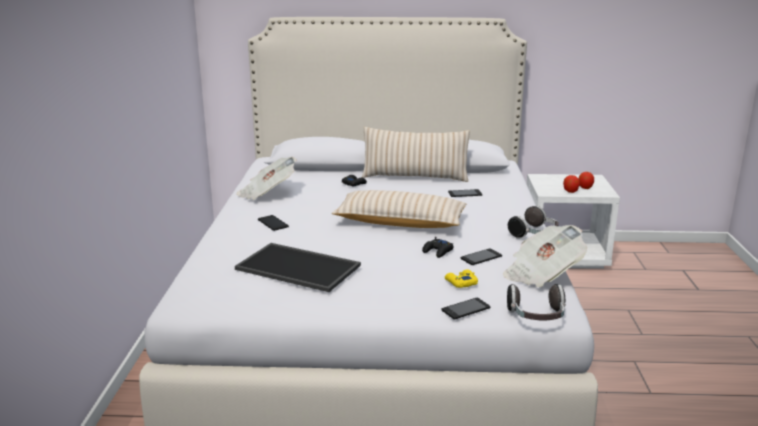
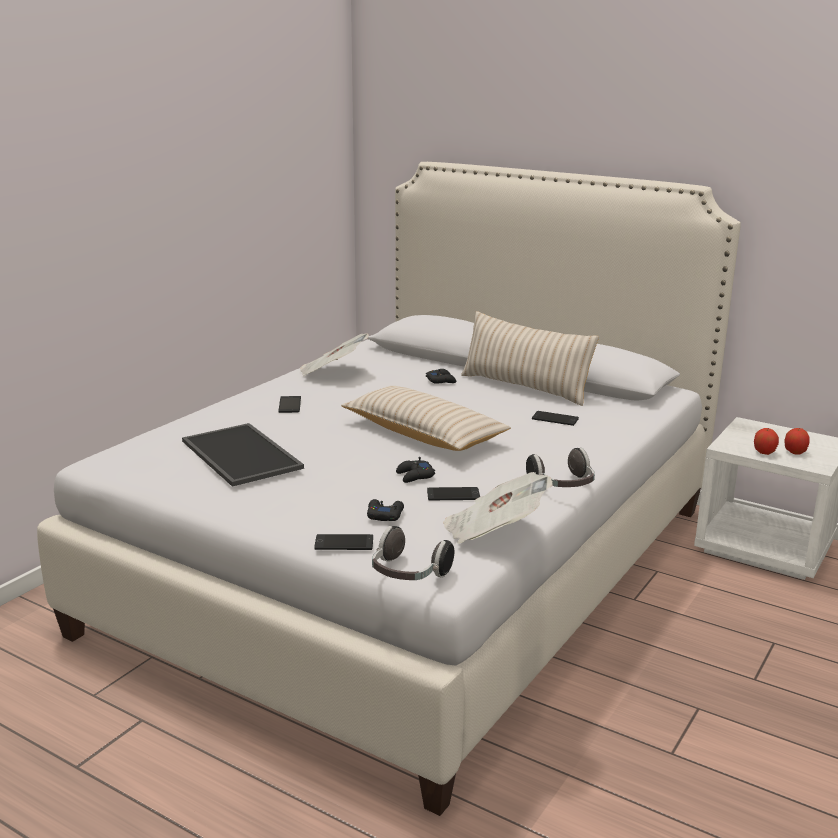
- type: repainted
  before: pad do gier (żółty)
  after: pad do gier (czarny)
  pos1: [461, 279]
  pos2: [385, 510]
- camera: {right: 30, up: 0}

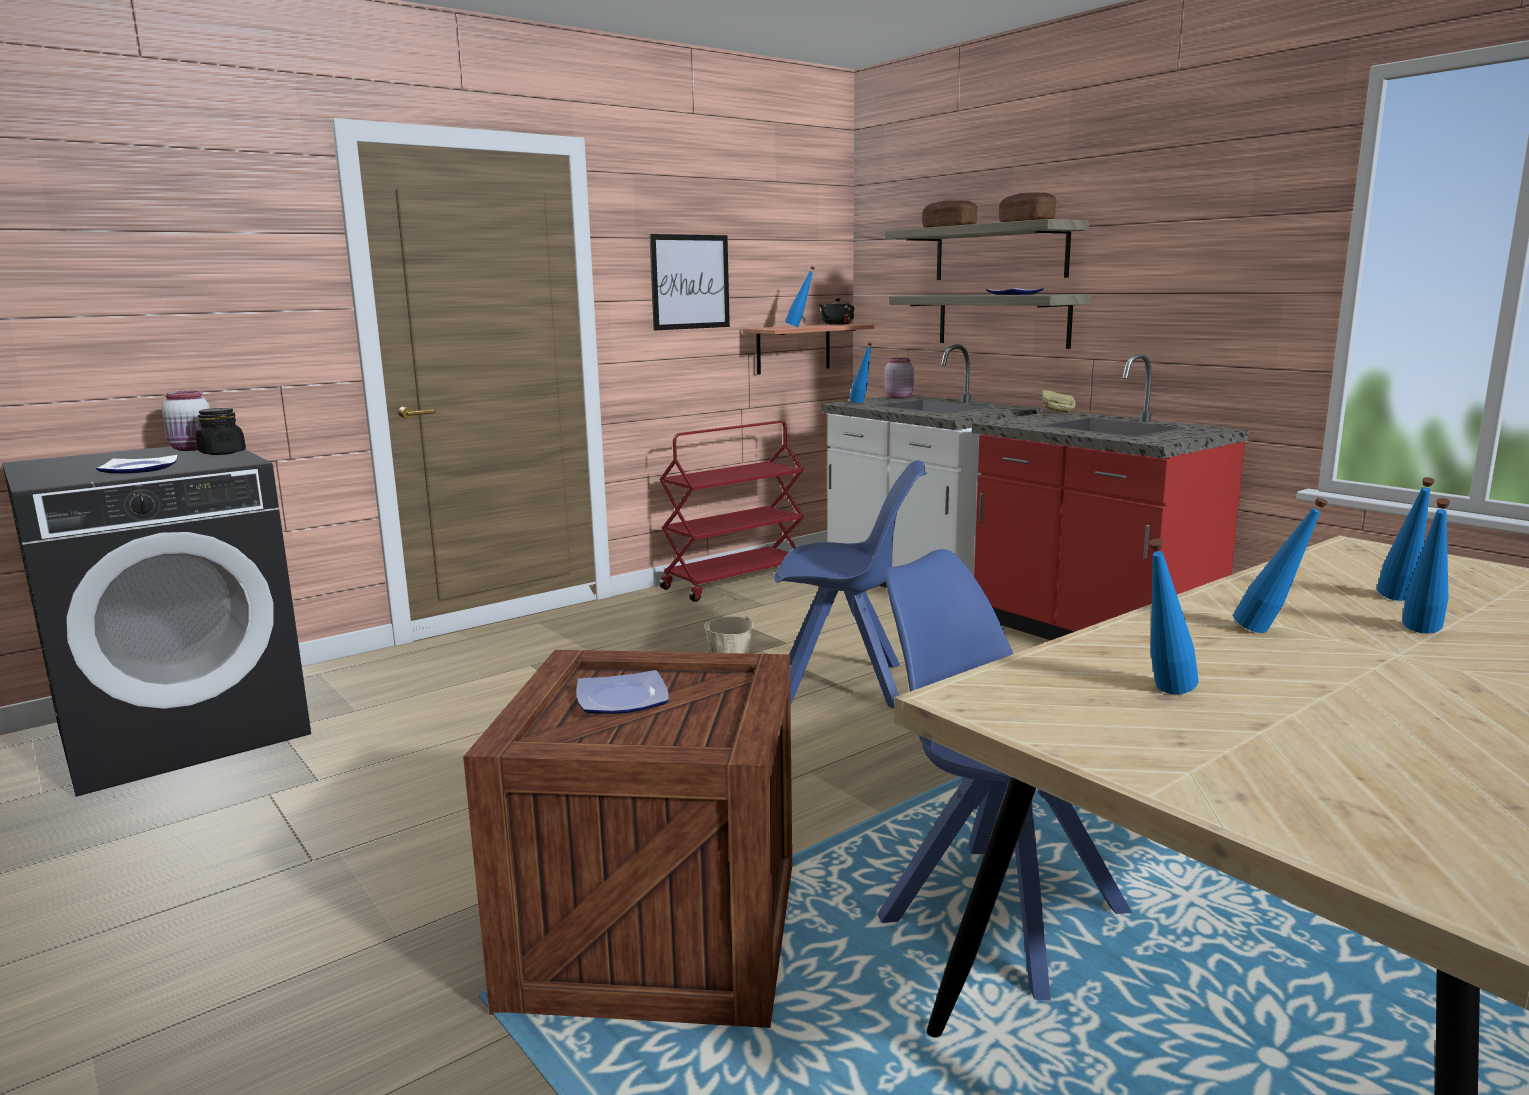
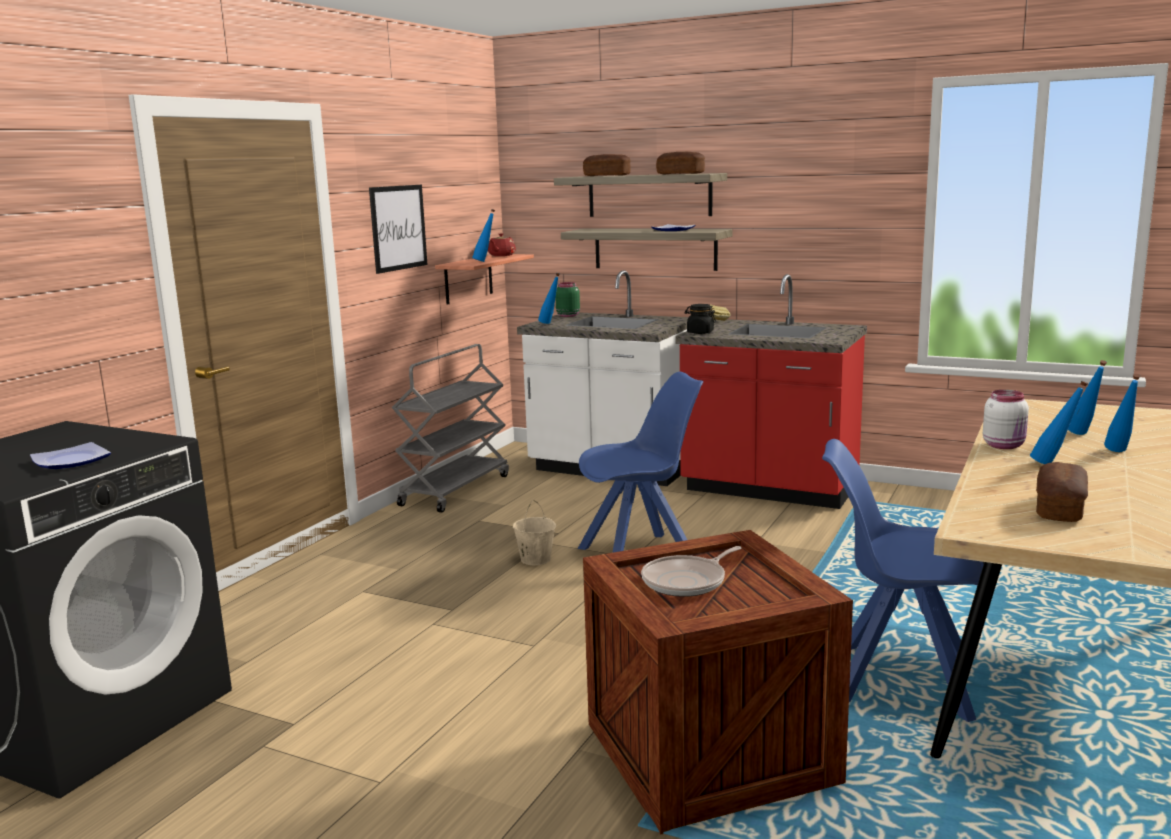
- type: shifted
  before: słoik (biały)
  pos1: [186, 421]
  pos2: [1006, 419]
- type: shifted
  before: słoik (czarny)
  pos1: [221, 431]
  pos2: [700, 319]
- type: swapped
  before: talerz
  after: patelnia
  pos1: [622, 692]
  pos2: [691, 571]
- type: swapped
  before: butelka (niebieski)
  after: chleb
  pos1: [1173, 616]
  pos2: [1062, 492]
- type: repainted
  before: wózek (czerwony)
  after: wózek (szary)
  pos1: [731, 511]
  pos2: [450, 428]
- type: repainted
  before: imbryk (czarny)
  after: imbryk (czerwony)
  pos1: [837, 311]
  pos2: [502, 244]
- type: repainted
  before: słoik (różowy)
  after: słoik (zielony)
  pos1: [899, 378]
  pos2: [567, 299]
- camera: {right: -25, up: 0}

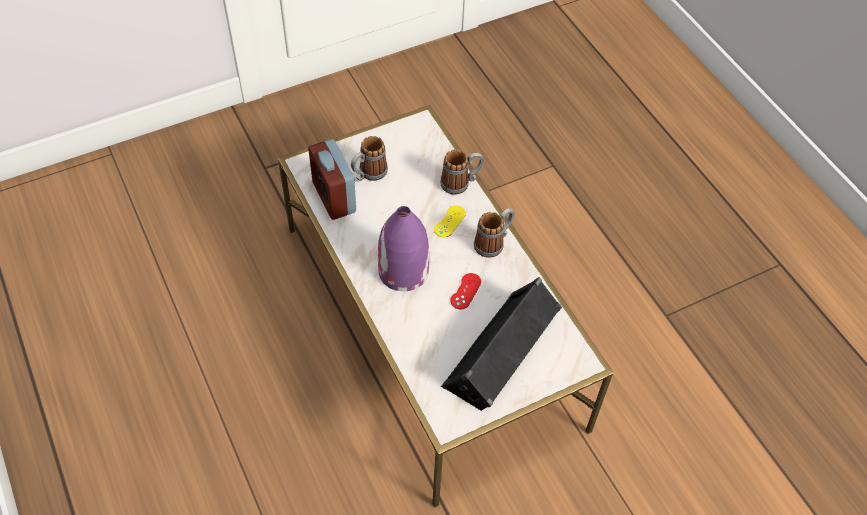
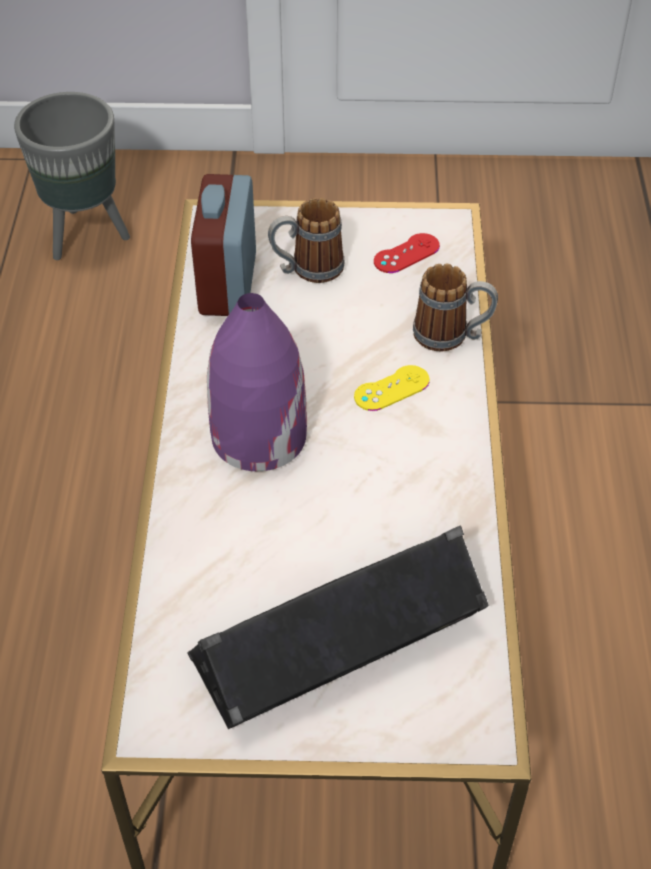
- type: gone
  before: kubek
  pos1: [494, 233]
- type: new
  after: donica (szary)
  pos2: [72, 176]
- type: shifted
  before: pad do gier (czerwony)
  pos1: [465, 291]
  pos2: [407, 253]
- camera: {right: 30, up: -5}

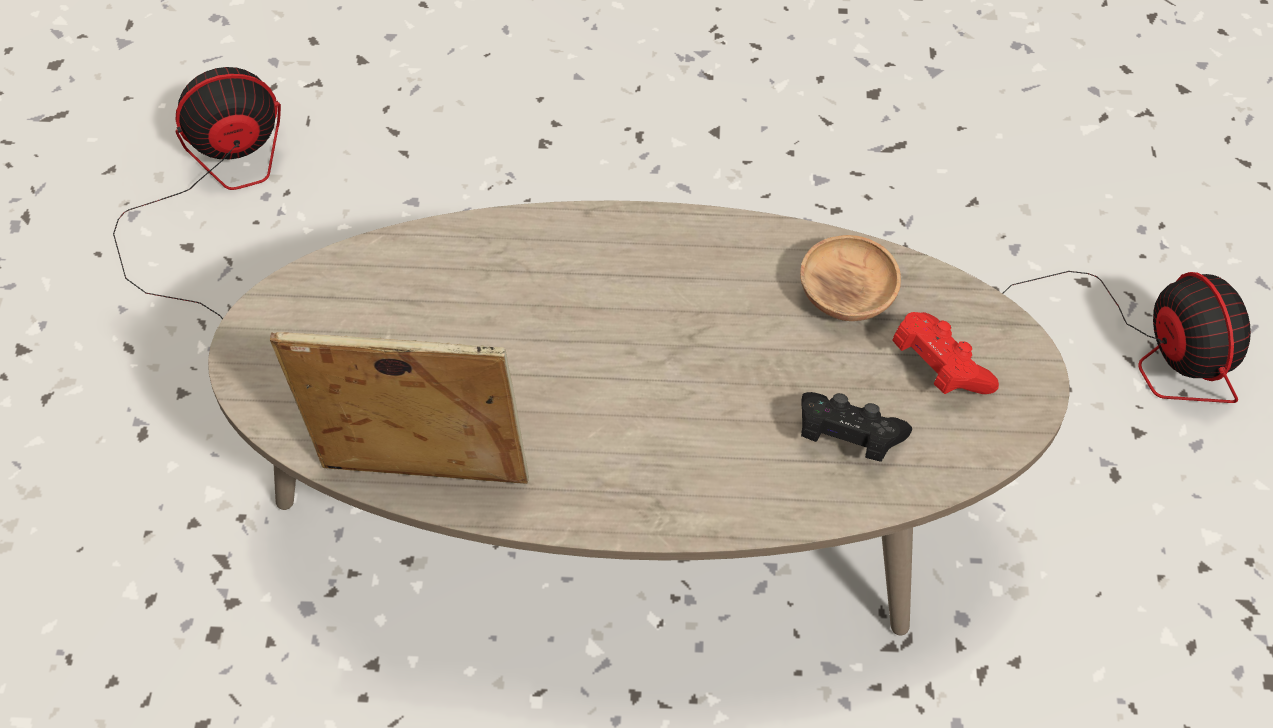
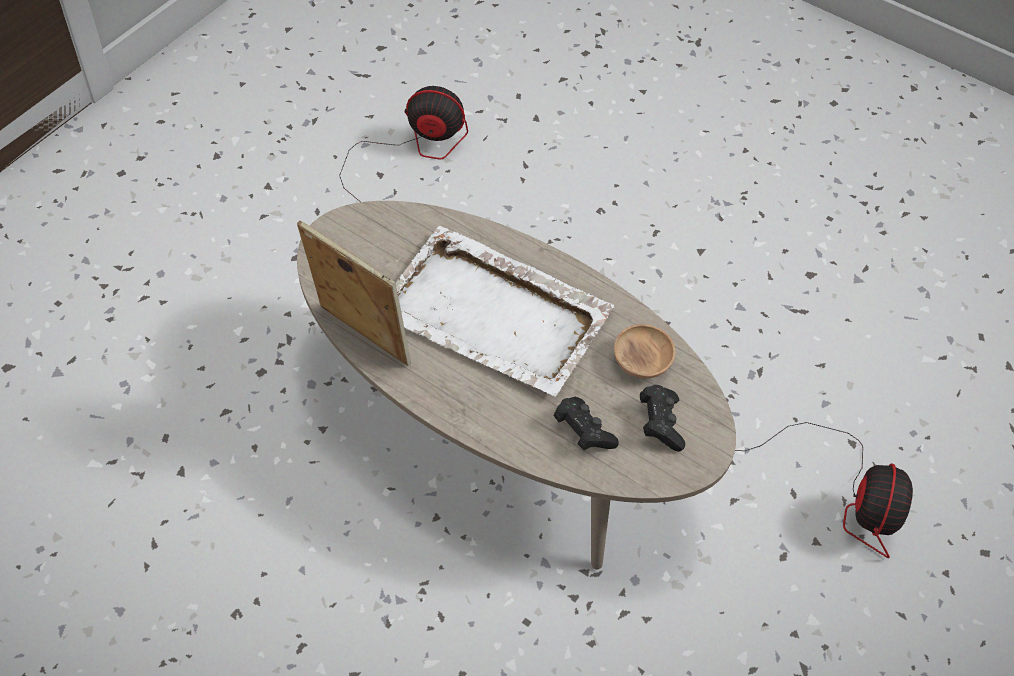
- type: new
  after: taca (biały)
  pos2: [505, 311]
- type: repainted
  before: pad do gier (czerwony)
  after: pad do gier (czarny)
  pos1: [945, 353]
  pos2: [662, 418]
- camera: {right: 30, up: 0}

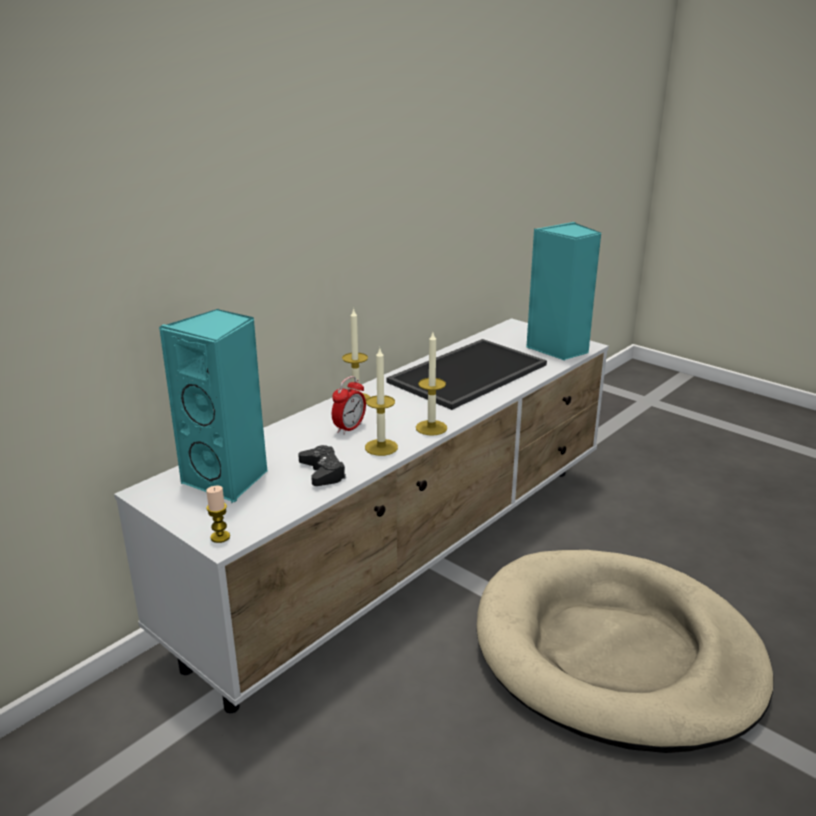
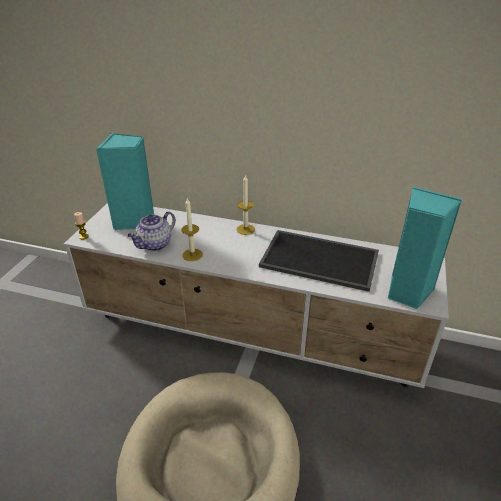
- type: gone
  before: budzik
  pos1: [349, 405]
- type: gone
  before: świeca
  pos1: [431, 384]
- type: swapped
  before: pad do gier (czarny)
  after: imbryk
  pos1: [322, 465]
  pos2: [151, 231]
- camera: {right: 65, up: 10}

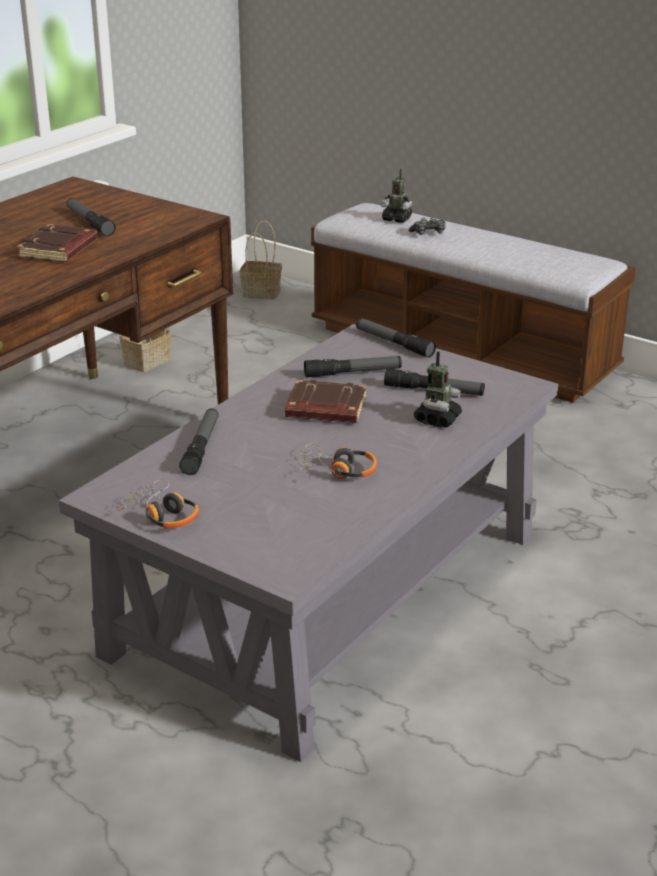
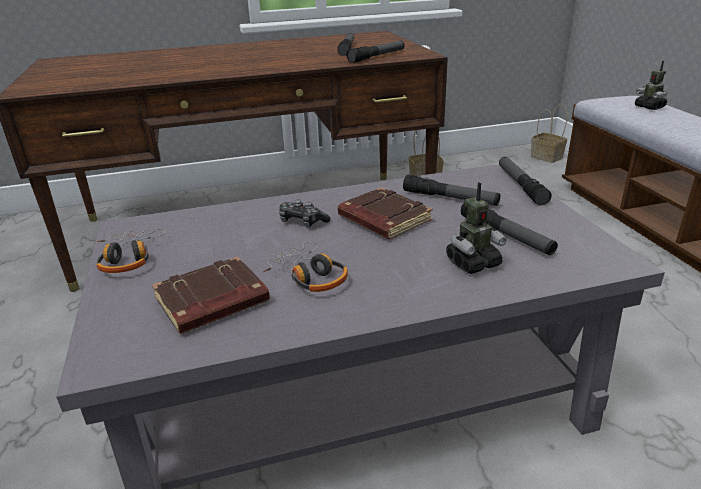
- type: shifted
  before: książka (brązowy)
  pos1: [57, 243]
  pos2: [211, 295]
- type: shifted
  before: latarka
  pos1: [198, 442]
  pos2: [376, 51]
- type: shifted
  before: pad do gier
  pos1: [427, 226]
  pos2: [305, 213]
- camera: {right: 40, up: 0}

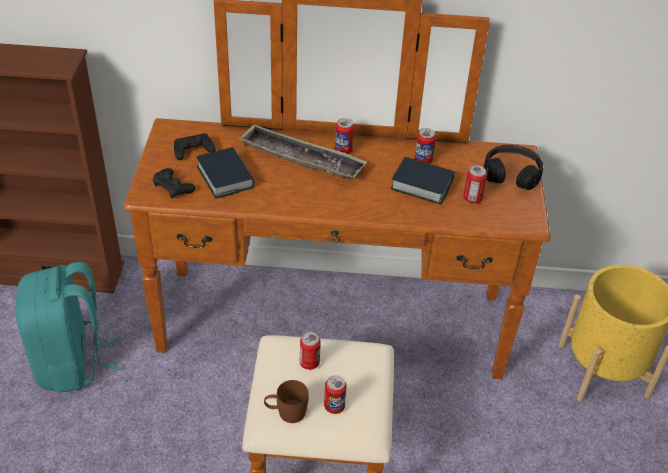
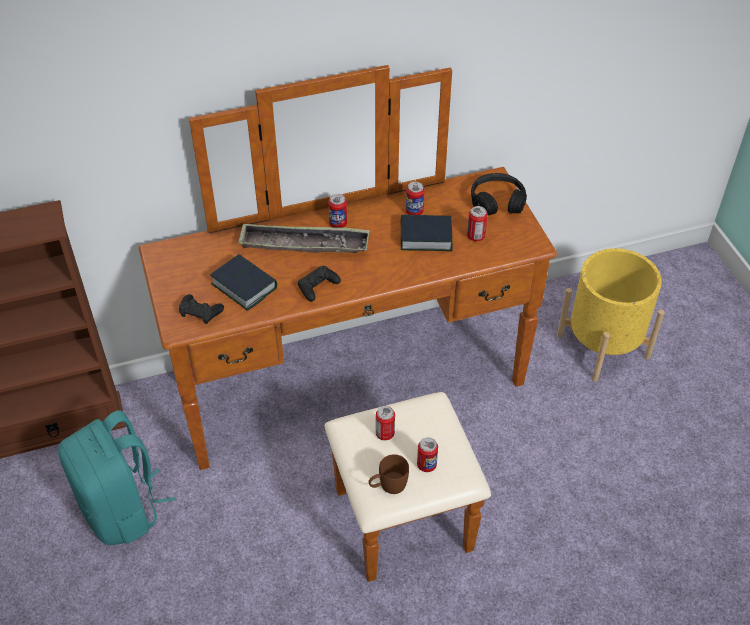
- type: shifted
  before: pad do gier (czarny)
  pos1: [195, 146]
  pos2: [319, 284]
- camera: {right: -20, up: 5}

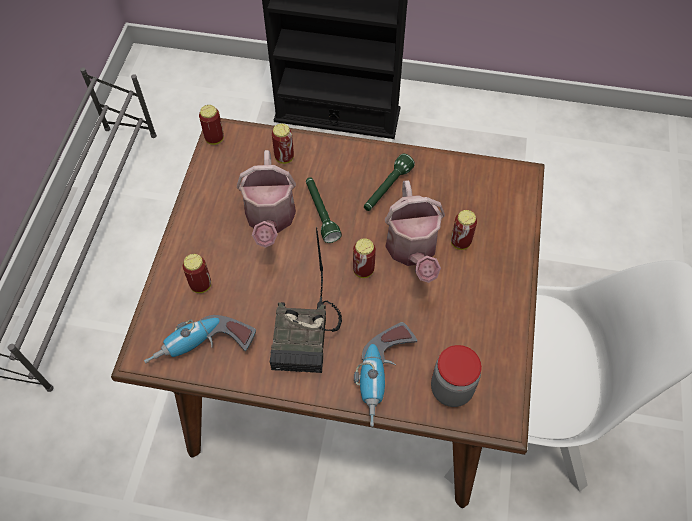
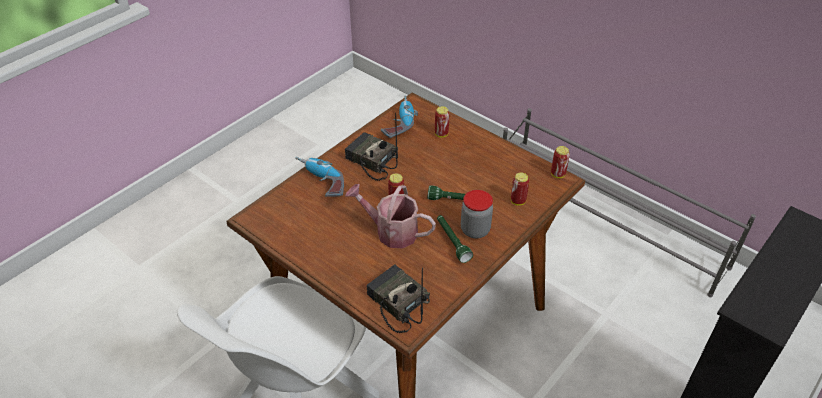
- type: gone
  before: konewka
  pos1: [266, 199]
- type: gone
  before: puszka
  pos1: [464, 230]
- type: new
  after: radio
  pos2: [398, 298]
- type: shifted
  before: słoik
  pos1: [456, 376]
  pos2: [477, 214]
- camera: {right: 120, up: -15}

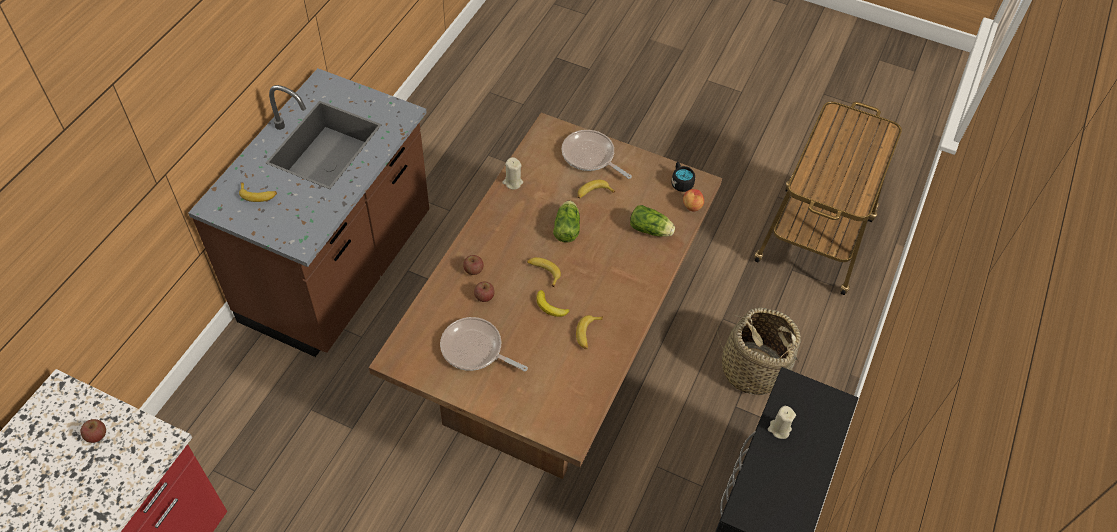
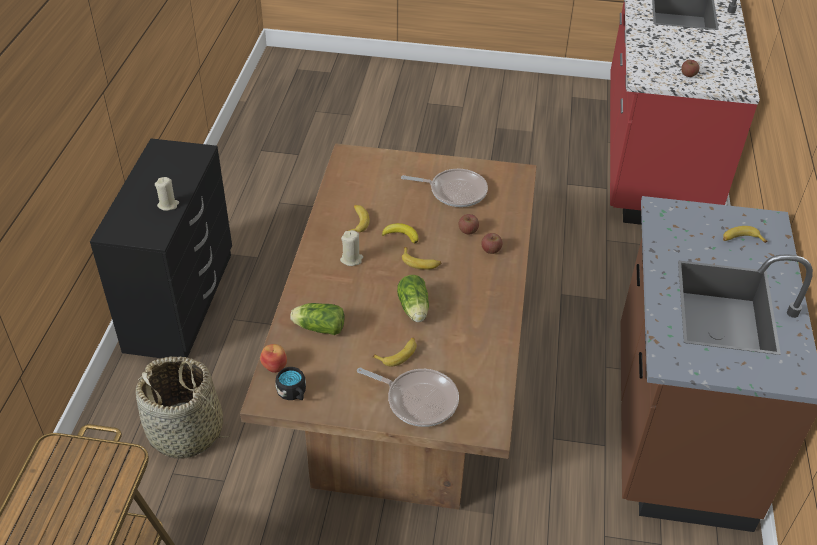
- type: shifted
  before: świeca (beżowy)
  pos1: [512, 173]
  pos2: [351, 248]
- camera: {right: 165, up: -10}

